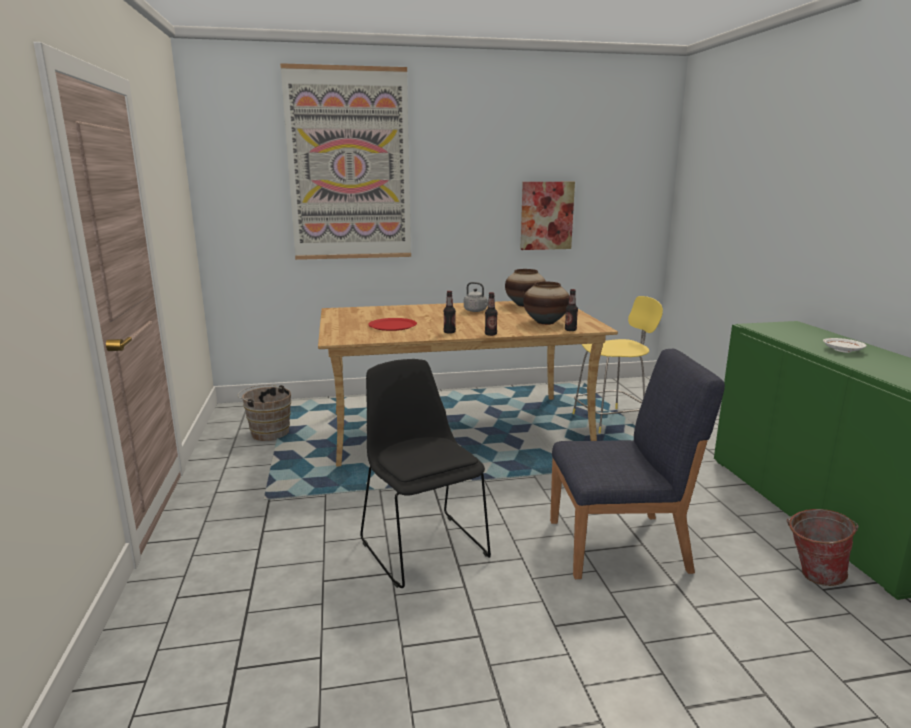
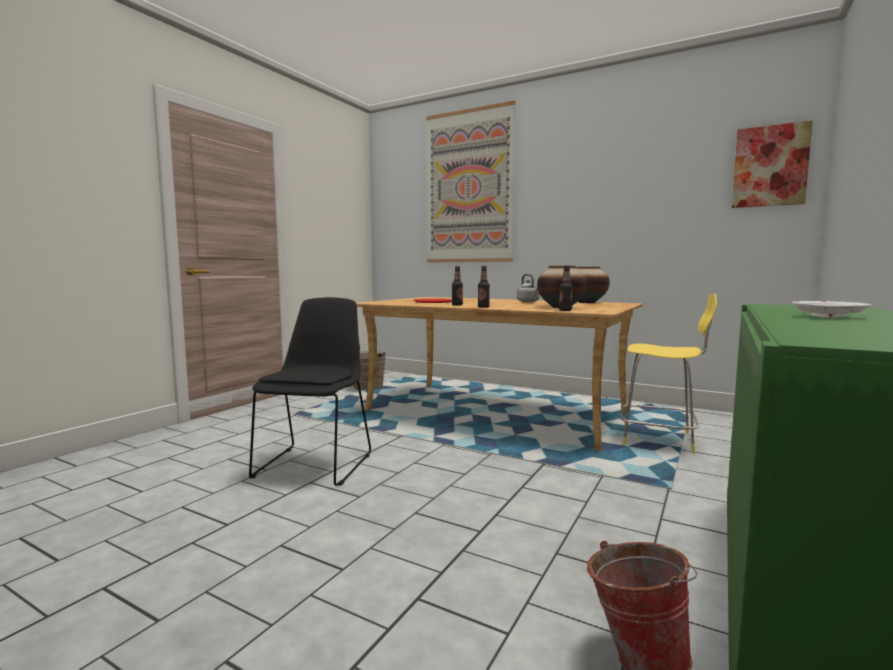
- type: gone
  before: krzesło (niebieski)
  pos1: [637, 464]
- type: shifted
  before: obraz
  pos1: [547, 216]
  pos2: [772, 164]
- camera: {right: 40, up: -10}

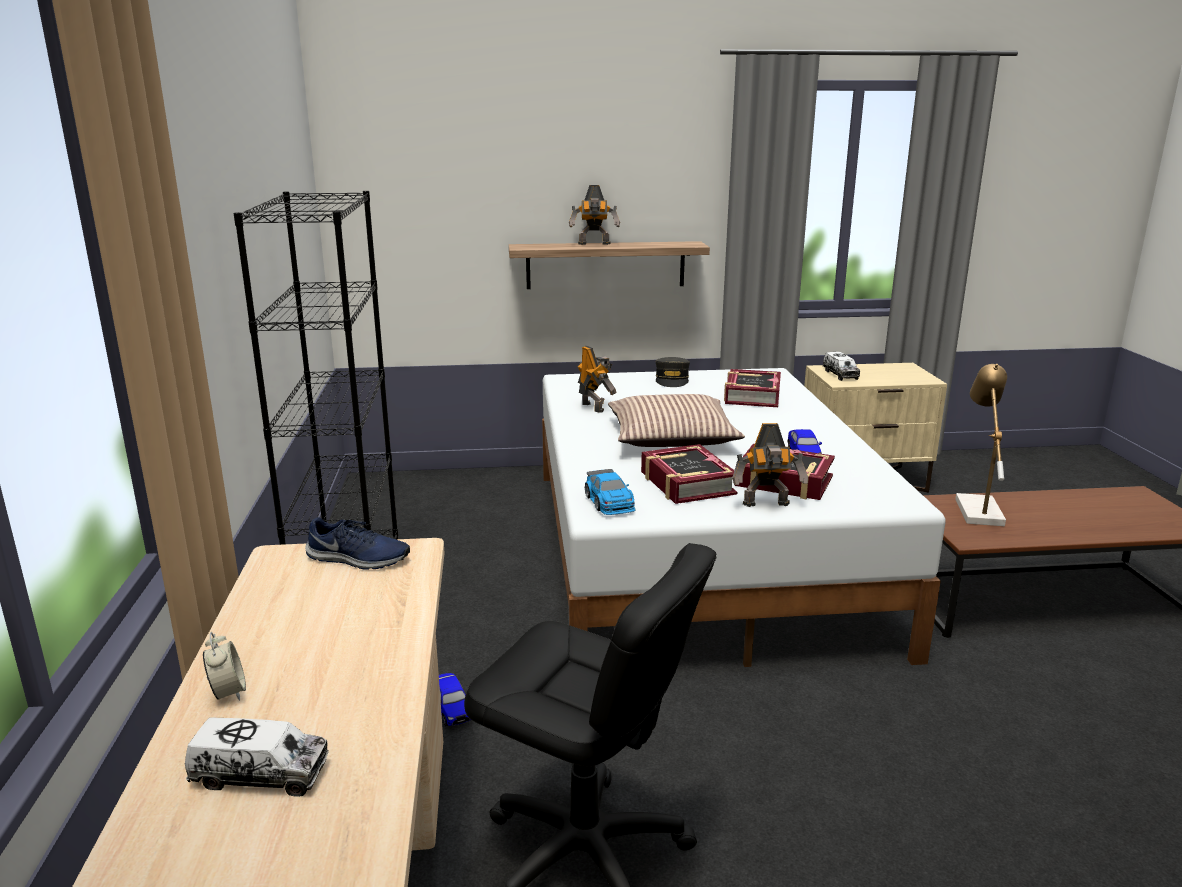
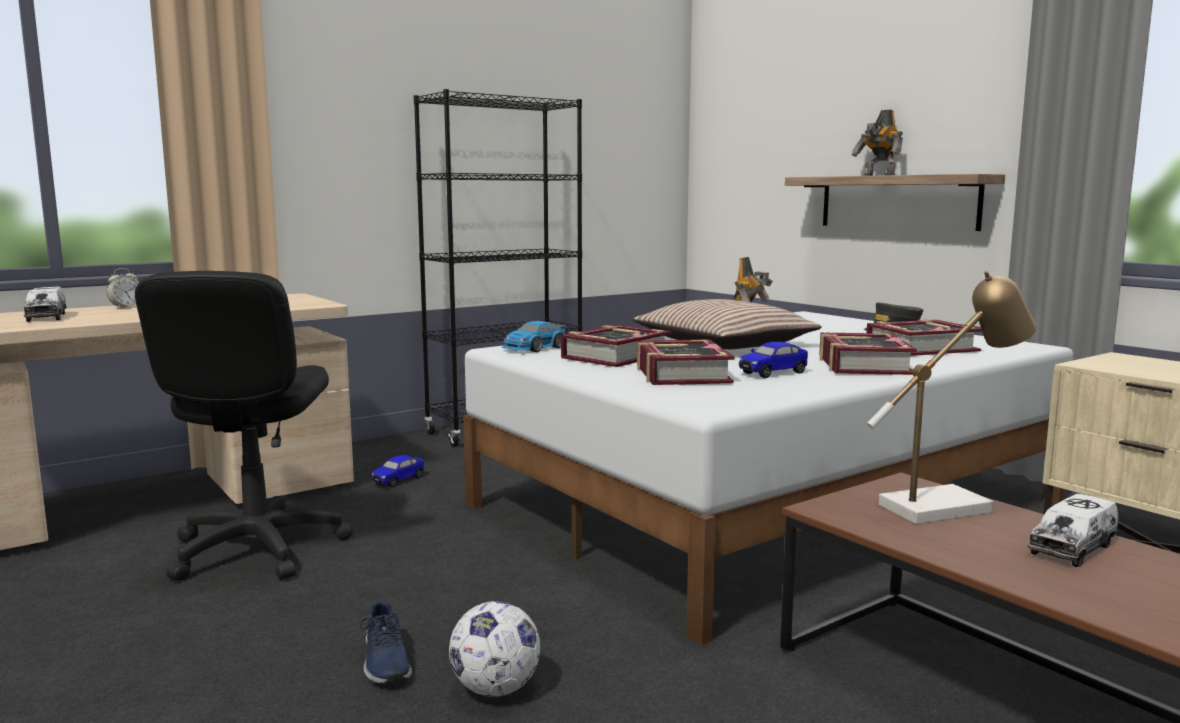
- type: gone
  before: robot zabawkowy
  pos1: [770, 465]
- type: new
  after: piłka futbolowa
  pos2: [494, 649]
- type: new
  after: książka
  pos2: [868, 354]
- type: shifted
  before: but (niebieski)
  pos1: [357, 543]
  pos2: [386, 642]
- type: shifted
  before: ciężarówka zabawkowa
  pos1: [841, 366]
  pos2: [1073, 530]
- camera: {right: 60, up: -10}

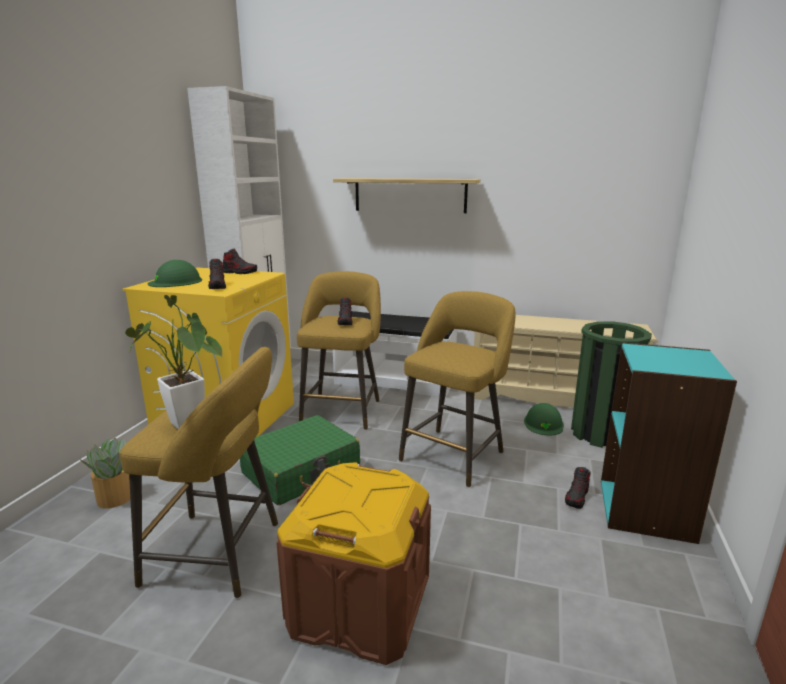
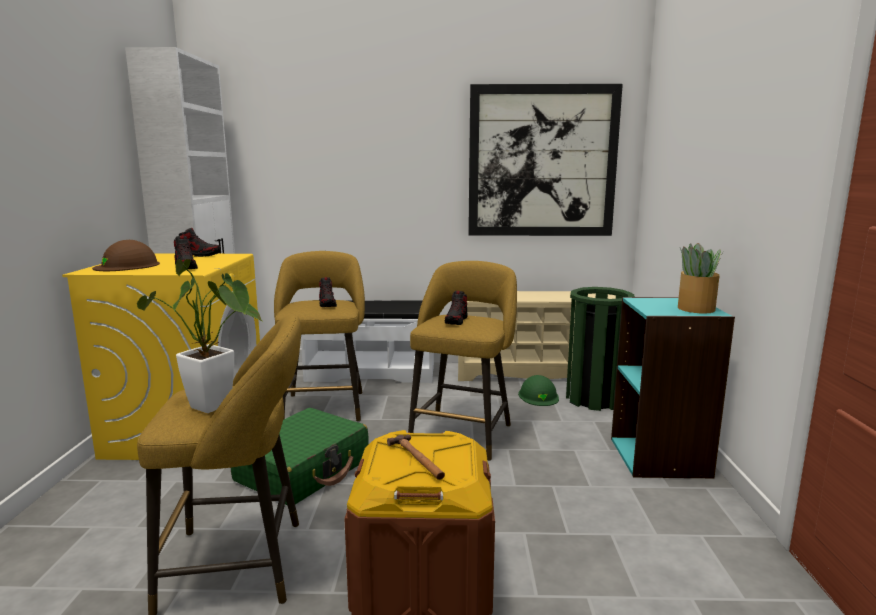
- type: gone
  before: półka
  pos1: [407, 195]
- type: new
  after: młotek
  pos2: [416, 457]
- type: new
  after: obraz
  pos2: [545, 160]
- type: shifted
  before: roślina doniczkowa
  pos1: [105, 473]
  pos2: [701, 278]
- type: shifted
  before: but
  pos1: [578, 488]
  pos2: [456, 308]
- type: repainted
  before: kask (zielony)
  after: kask (brązowy)
  pos1: [175, 273]
  pos2: [126, 255]
- camera: {right: -15, up: -5}

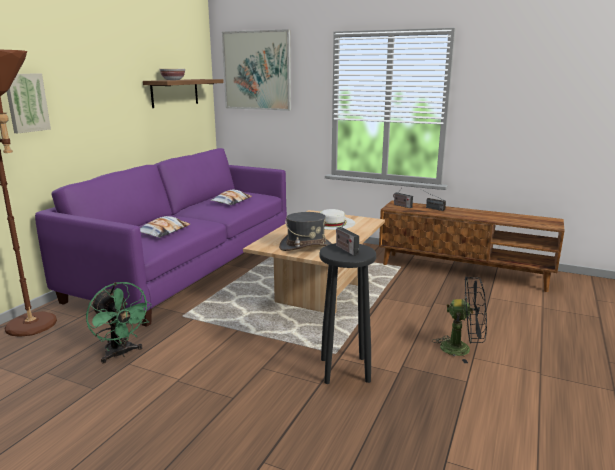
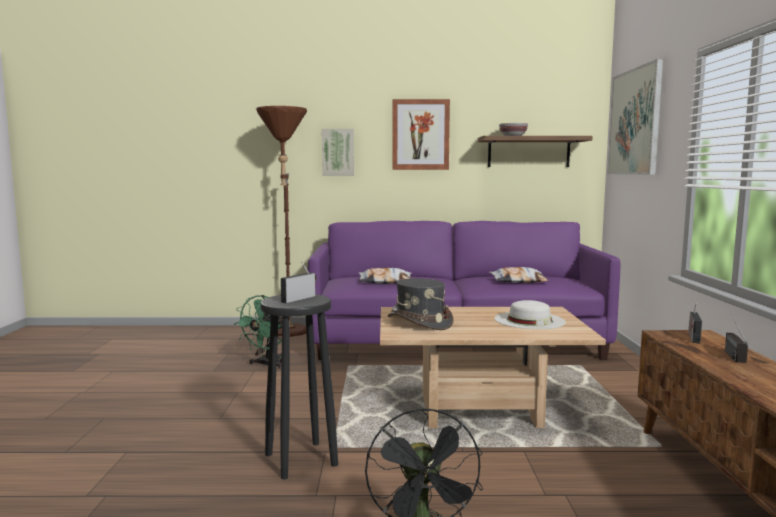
- type: new
  after: obraz
  pos2: [421, 134]
- camera: {right: 65, up: -10}

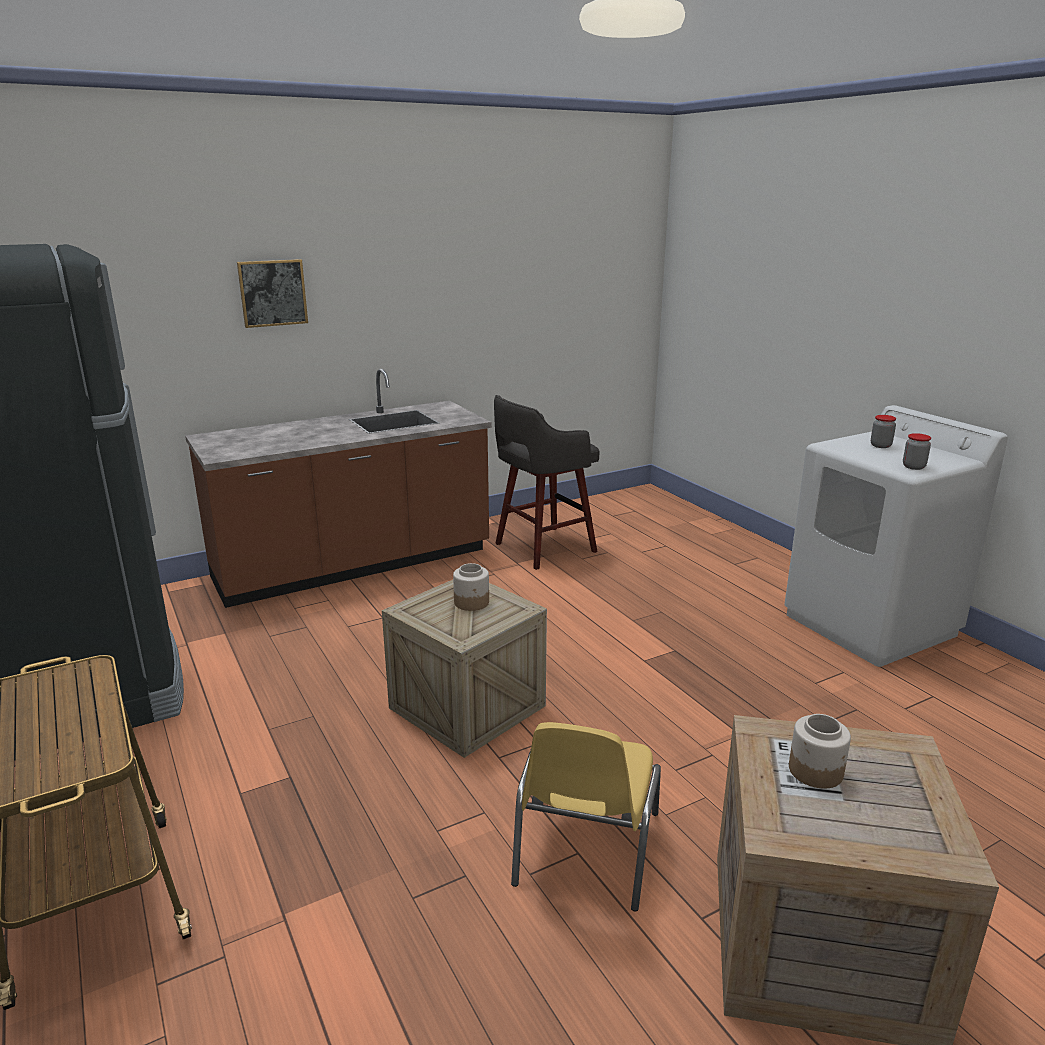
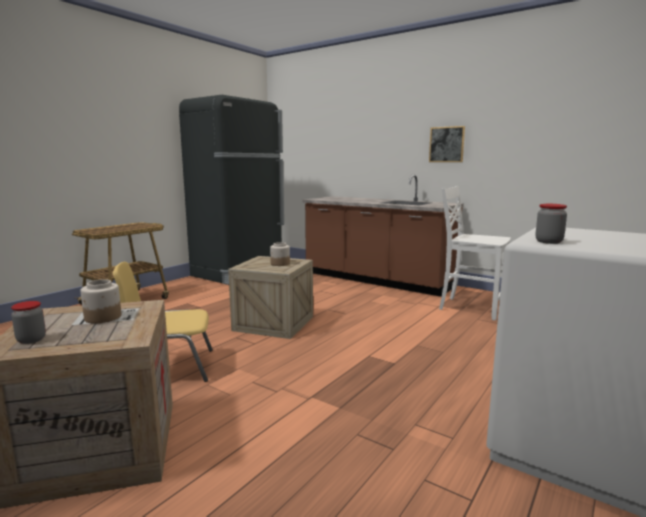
- type: shifted
  before: obraz
  pos1: [272, 293]
  pos2: [447, 144]
- type: shifted
  before: słoik
  pos1: [883, 431]
  pos2: [28, 322]
- type: swapped
  before: stołek (szary)
  after: krzesło (biały)
  pos1: [547, 482]
  pos2: [475, 253]
- camera: {right: 65, up: -10}

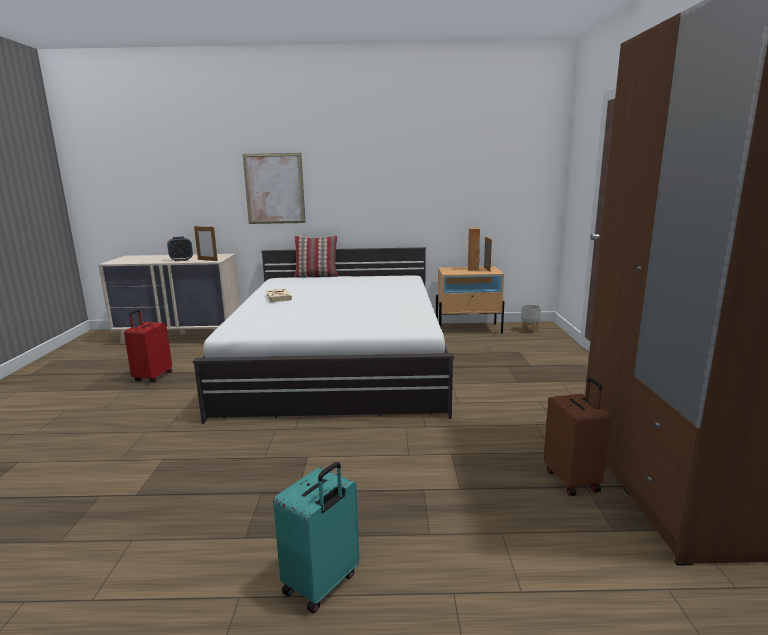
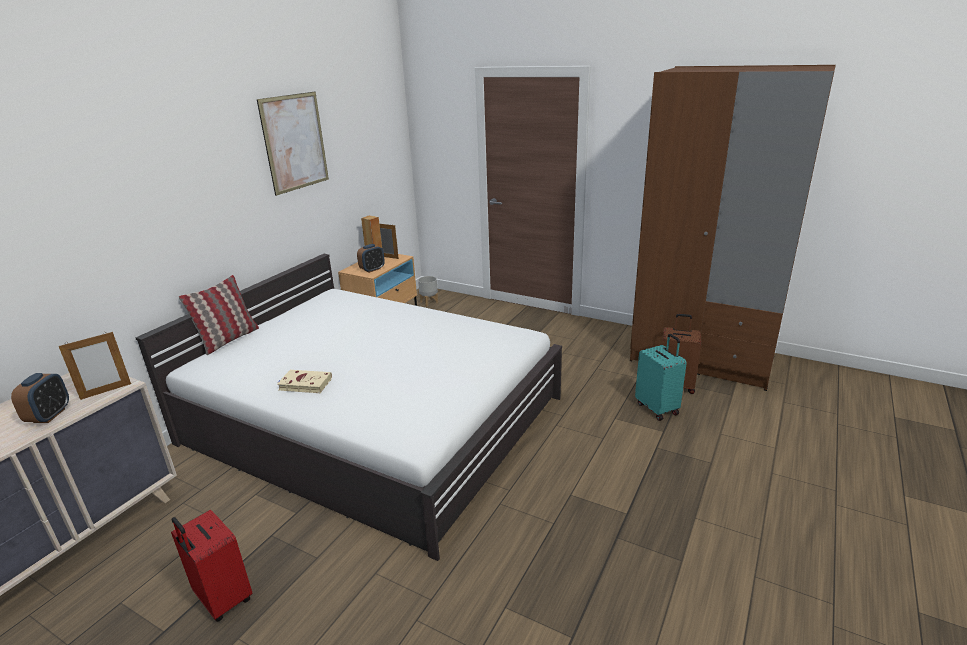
- type: new
  after: budzik
  pos2: [371, 258]
- type: shifted
  before: obraz
  pos1: [274, 188]
  pos2: [293, 144]
- type: shifted
  before: walizka (turkusowy)
  pos1: [316, 537]
  pos2: [661, 377]
- camera: {right: -60, up: 10}

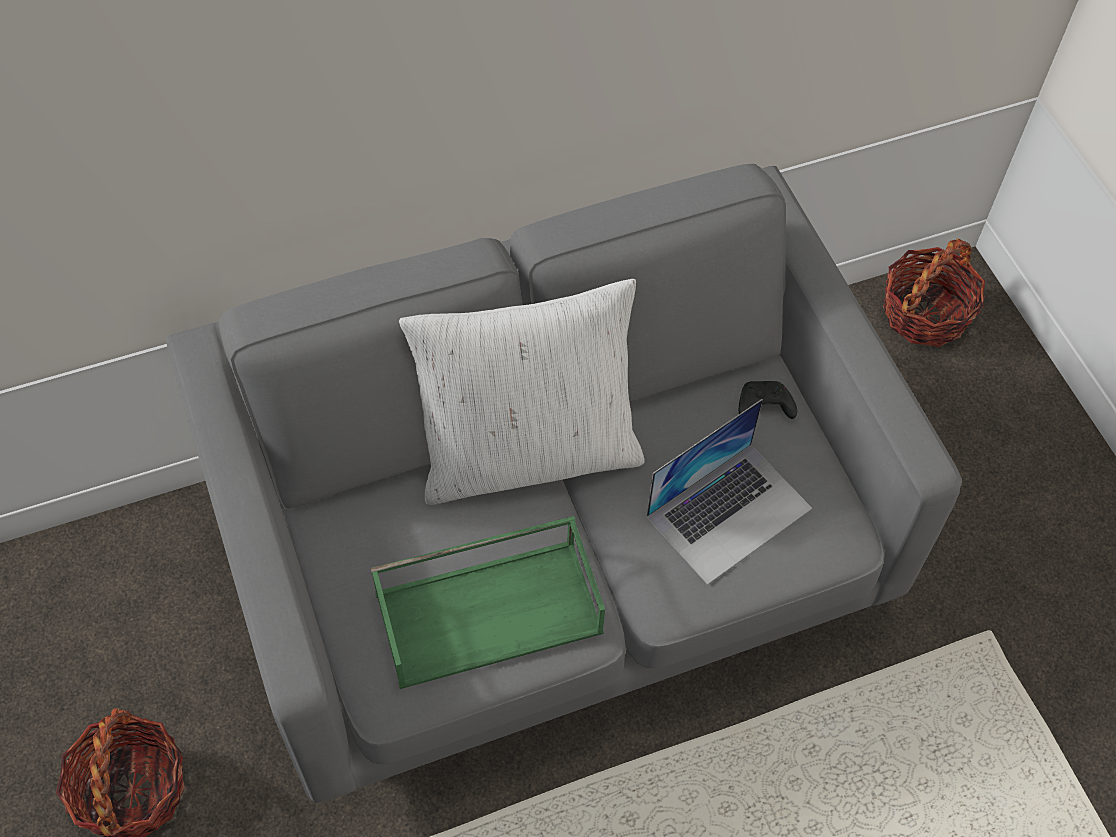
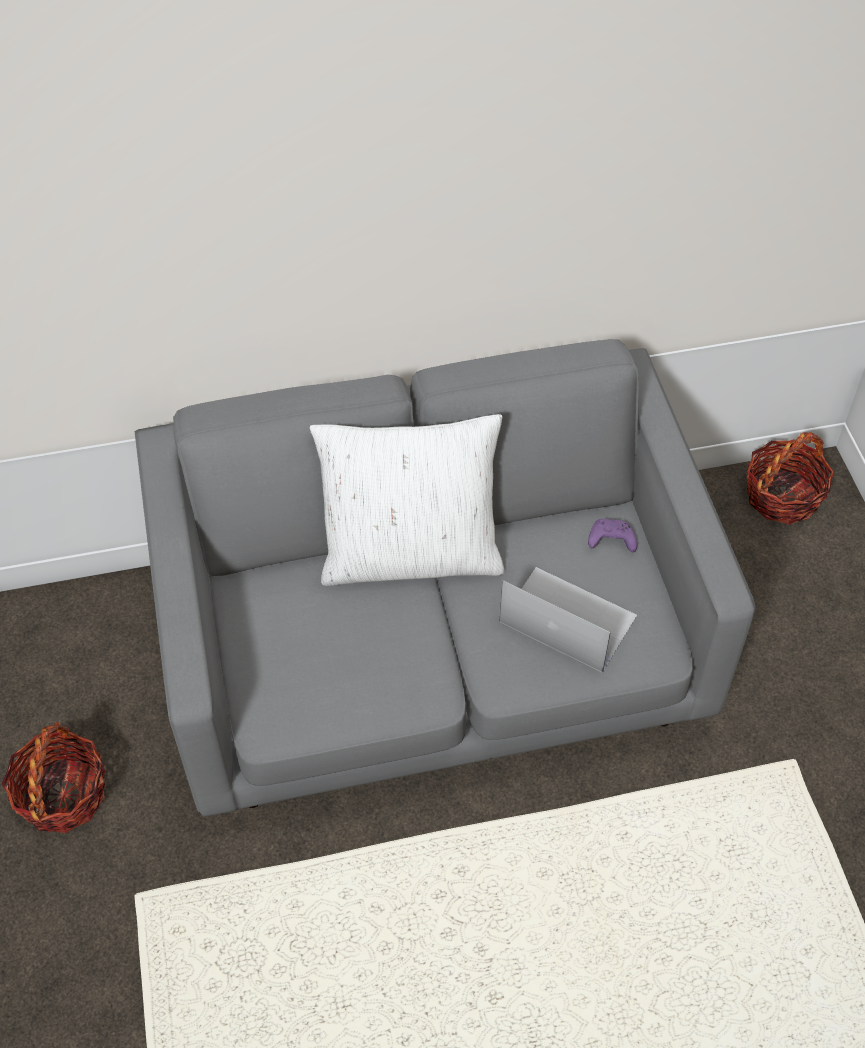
- type: gone
  before: taca (zielony)
  pos1: [487, 602]
- type: repainted
  before: pad do gier (czarny)
  after: pad do gier (fioletowy)
  pos1: [768, 400]
  pos2: [612, 535]
- type: rotated
  before: laptop
  pos1: [729, 492]
  pos2: [568, 620]
  turn: -120
- camera: {right: 10, up: -5}

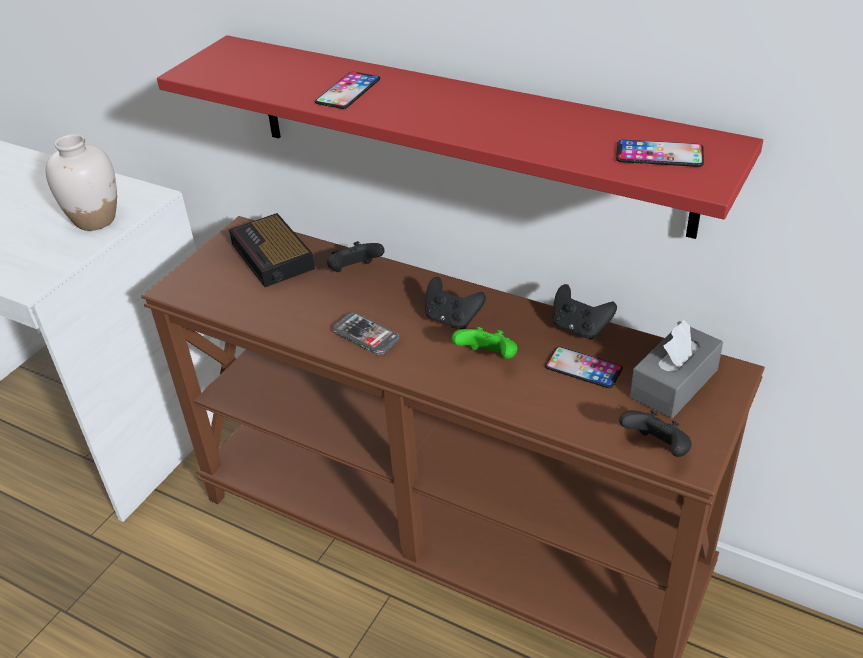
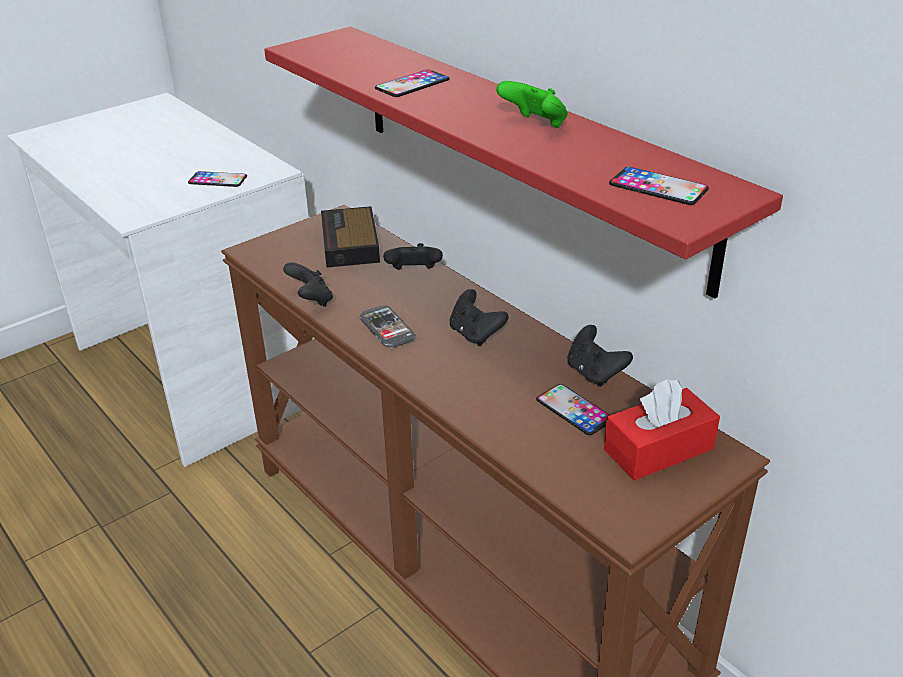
- type: shifted
  before: pad do gier (zielony)
  pos1: [485, 343]
  pos2: [532, 104]
- type: shifted
  before: pad do gier (czarny)
  pos1: [655, 433]
  pos2: [308, 285]
- type: swapped
  before: wazon (biały)
  after: telefon
  pos1: [81, 182]
  pos2: [217, 179]
- type: repainted
  before: pudełko chusteczek (szary)
  after: pudełko chusteczek (czerwony)
  pos1: [676, 369]
  pos2: [662, 429]
- camera: {right: 20, up: -5}

